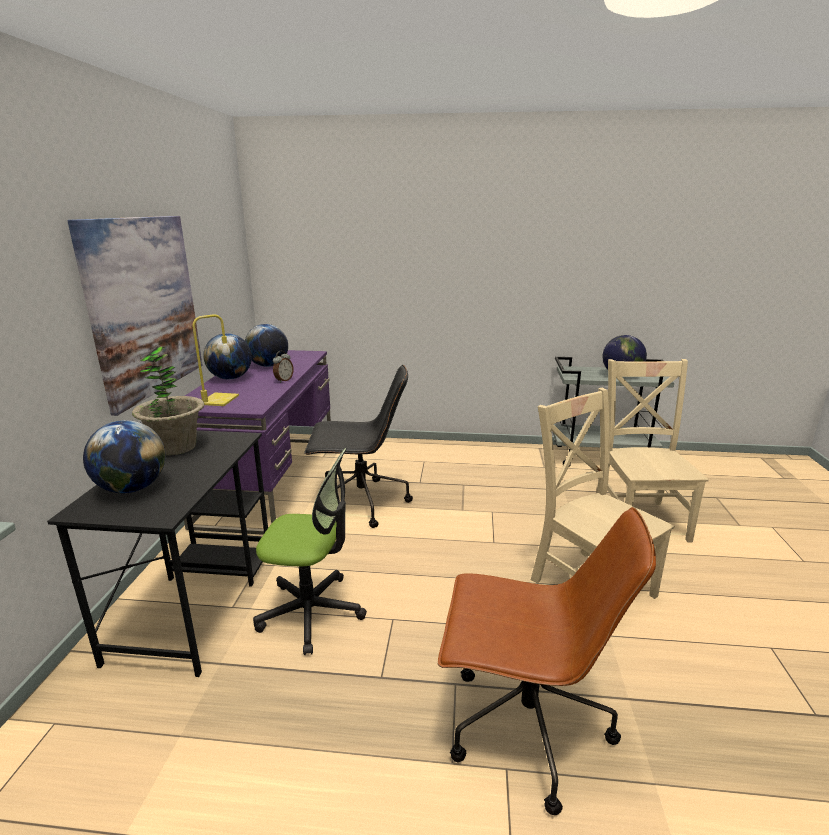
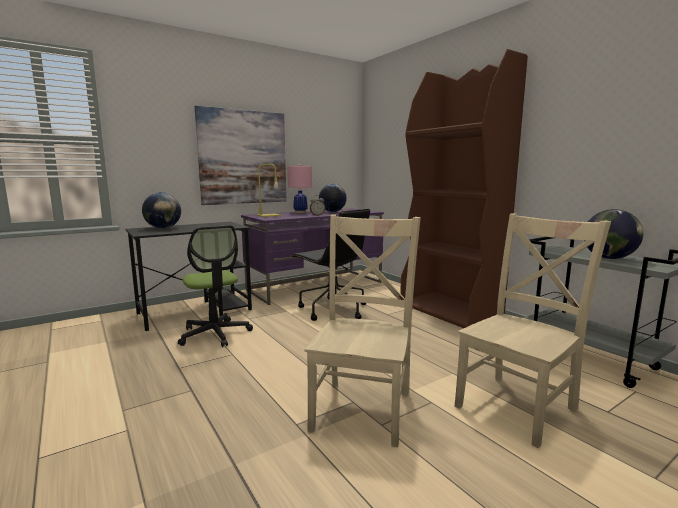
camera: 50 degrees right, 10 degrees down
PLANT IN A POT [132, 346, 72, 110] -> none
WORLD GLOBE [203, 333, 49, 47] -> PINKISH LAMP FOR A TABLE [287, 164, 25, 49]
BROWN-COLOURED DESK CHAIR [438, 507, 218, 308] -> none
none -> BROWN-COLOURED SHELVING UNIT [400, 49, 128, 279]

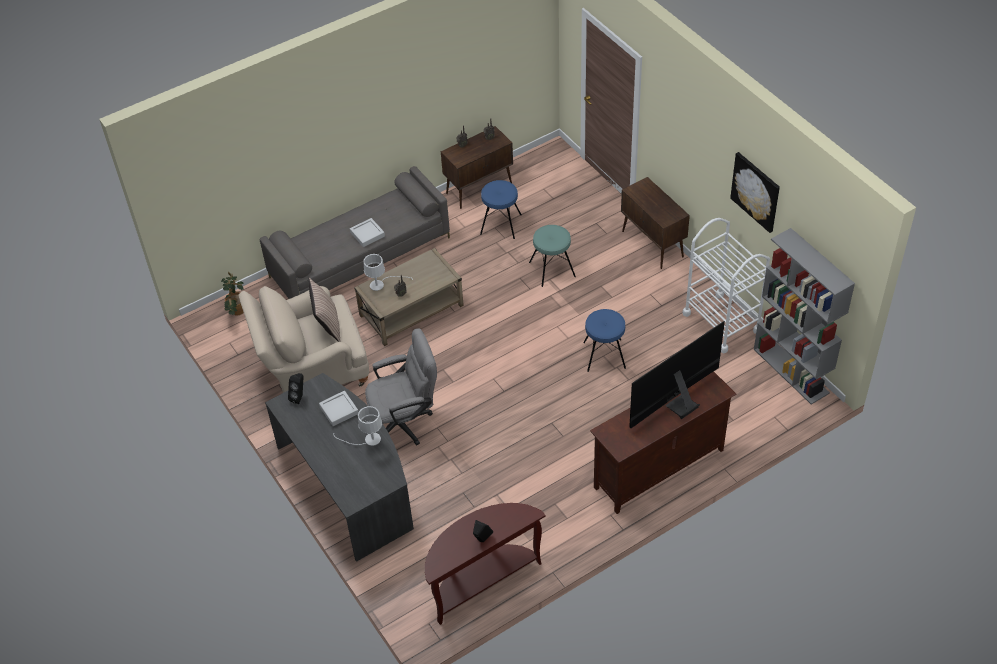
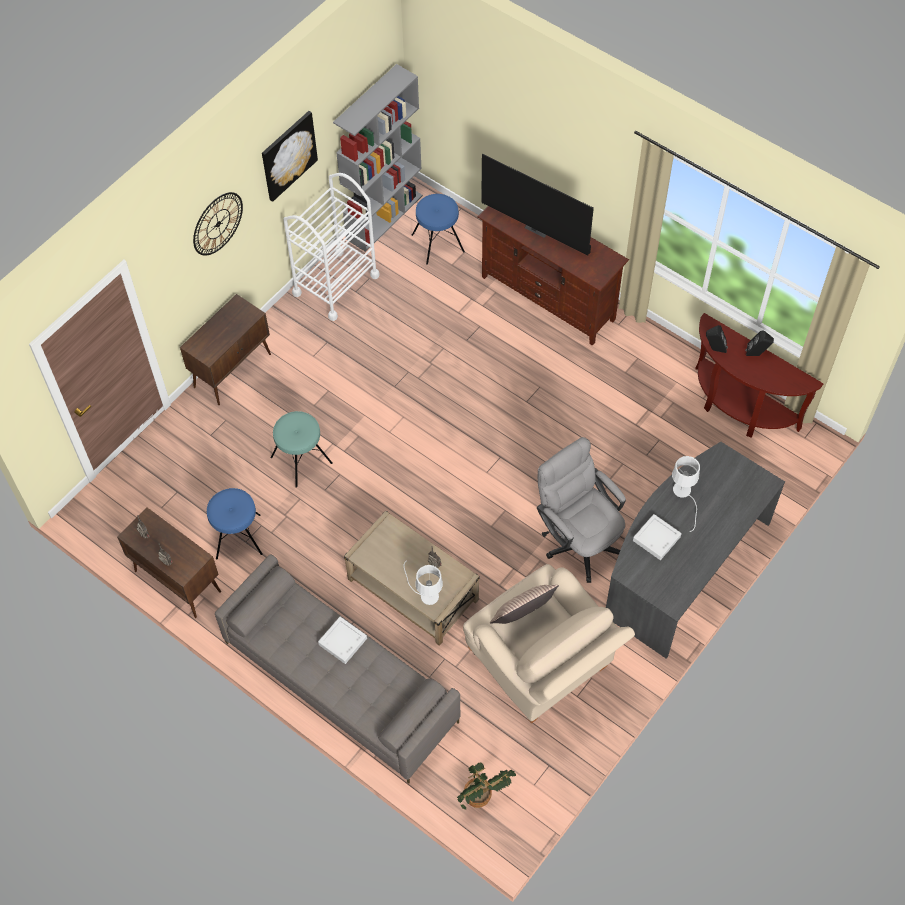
camera: 110 degrees left, 10 degrees up
BLACK SPEAKER [288, 373, 15, 31] -> BLACK SPEAKER [706, 325, 22, 28], move
BLUE STOOL SEAT [583, 309, 43, 63] -> BLUE STOOL SEAT [411, 194, 54, 71], move
none -> WALL CLOCK [193, 192, 50, 64]

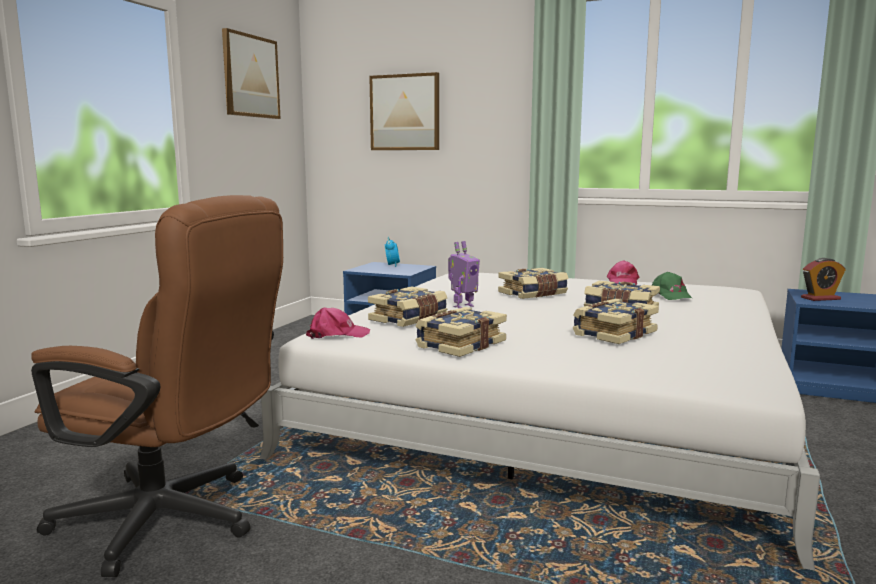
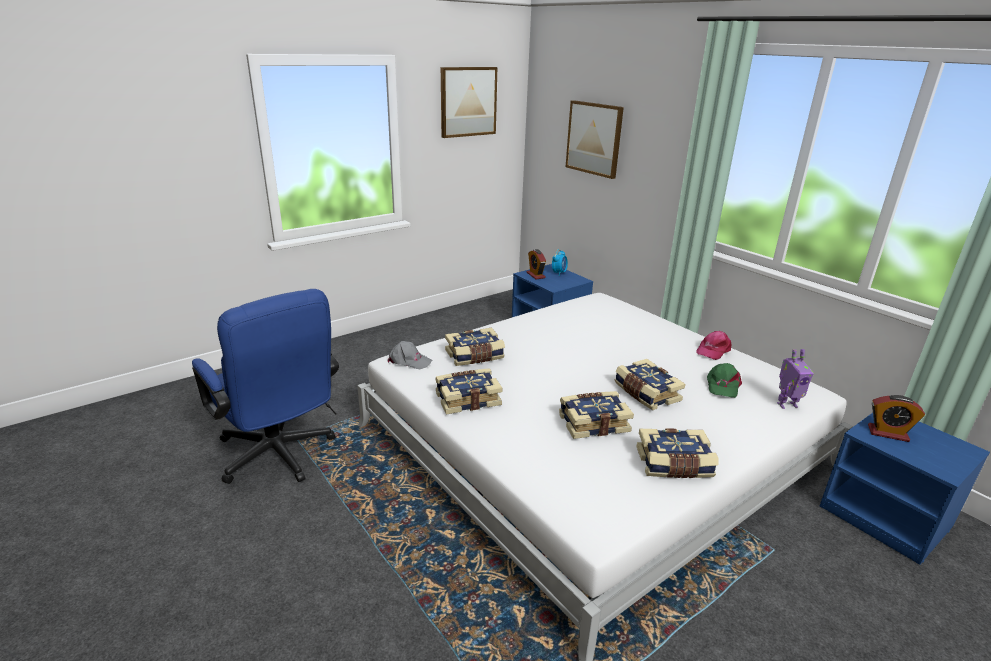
camera: 30 degrees right, 15 degrees up
BROWN-COLOURED DESK CHAIR [31, 195, 252, 382] -> BLUE DESK CHAIR [192, 289, 147, 195]
PINKISH PEAKED CAP [306, 307, 64, 32] -> GREY PEAKED CAP [387, 341, 45, 29]
MODEL ROBOT [448, 241, 32, 67] -> MODEL ROBOT [777, 349, 37, 60], move
BOOK [498, 268, 71, 31] -> BOOK [636, 428, 82, 50], move
none -> TABLE CLOCK [527, 249, 19, 30]

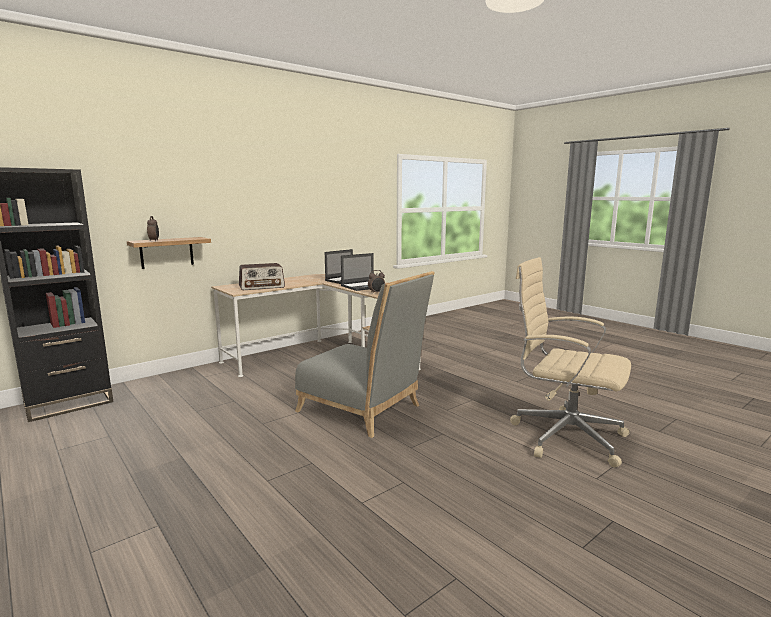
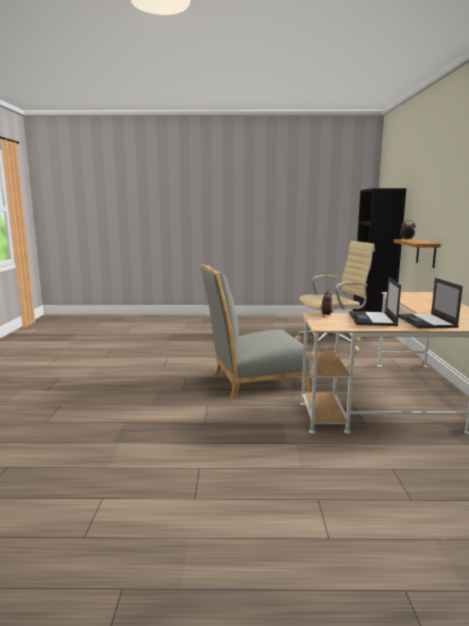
camera: 130 degrees right, 0 degrees up
RADIO RECEIVER [239, 263, 46, 27] -> none
BEIGE-COLOURED DESK CHAIR [510, 257, 121, 210] -> BEIGE-COLOURED DESK CHAIR [295, 241, 80, 111], move

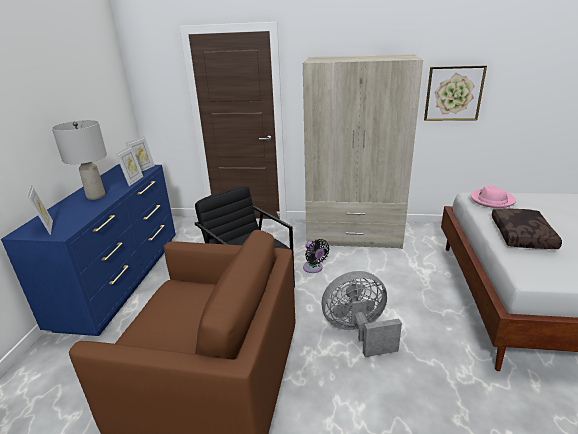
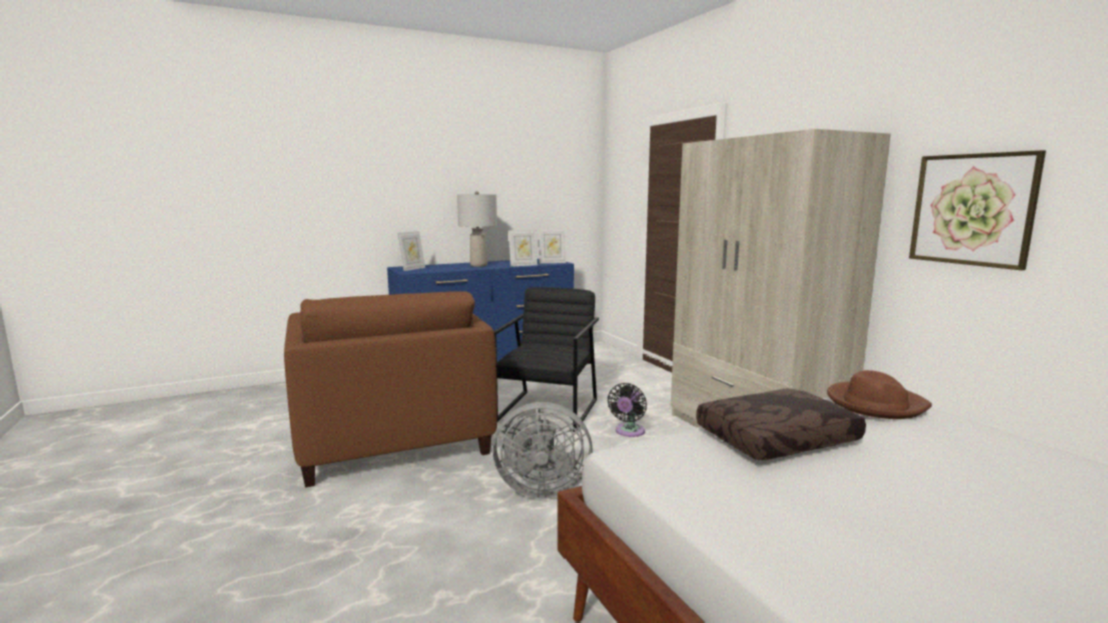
camera: 55 degrees right, 15 degrees down
GREY FAN [322, 271, 80, 86] -> GREY FAN [493, 402, 100, 97], 135 degrees clockwise
PINKISH HAT [471, 185, 45, 23] -> BROWN-COLOURED HAT [827, 370, 105, 49]

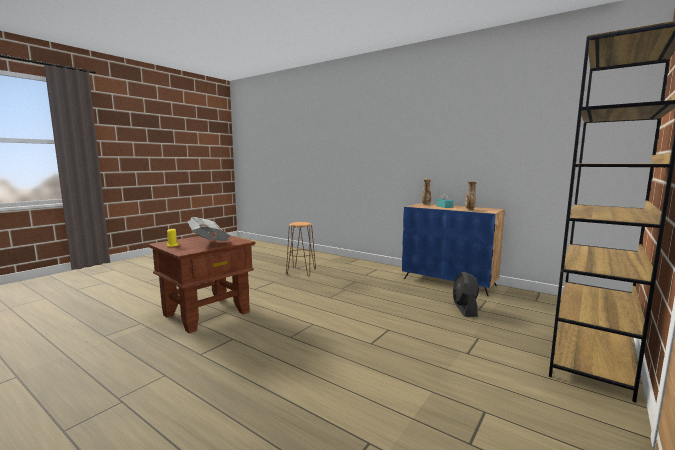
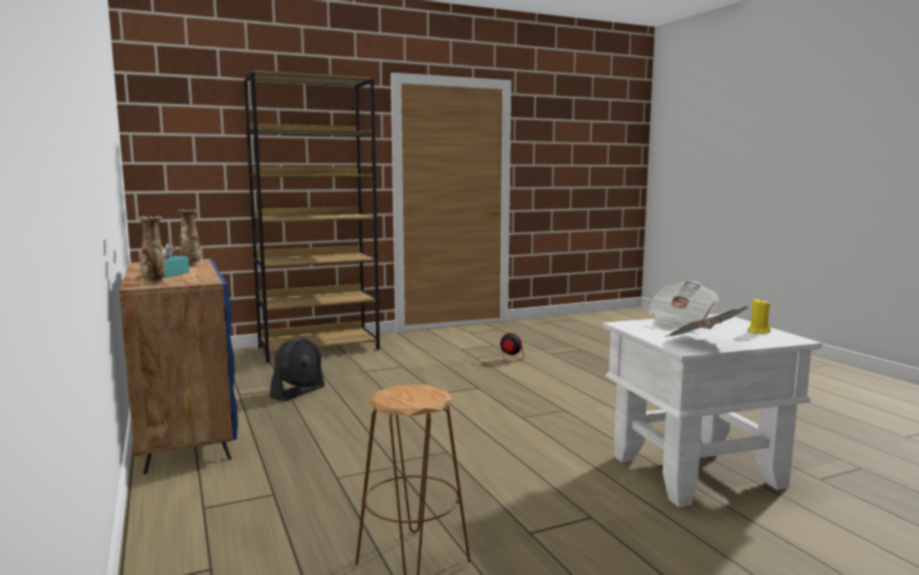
camera: 150 degrees left, 0 degrees up
BROWN-COLOURED ACCENT TABLE [148, 235, 108, 98] -> WHITE ACCENT TABLE [603, 314, 220, 193]
none -> FAN [475, 333, 49, 38]

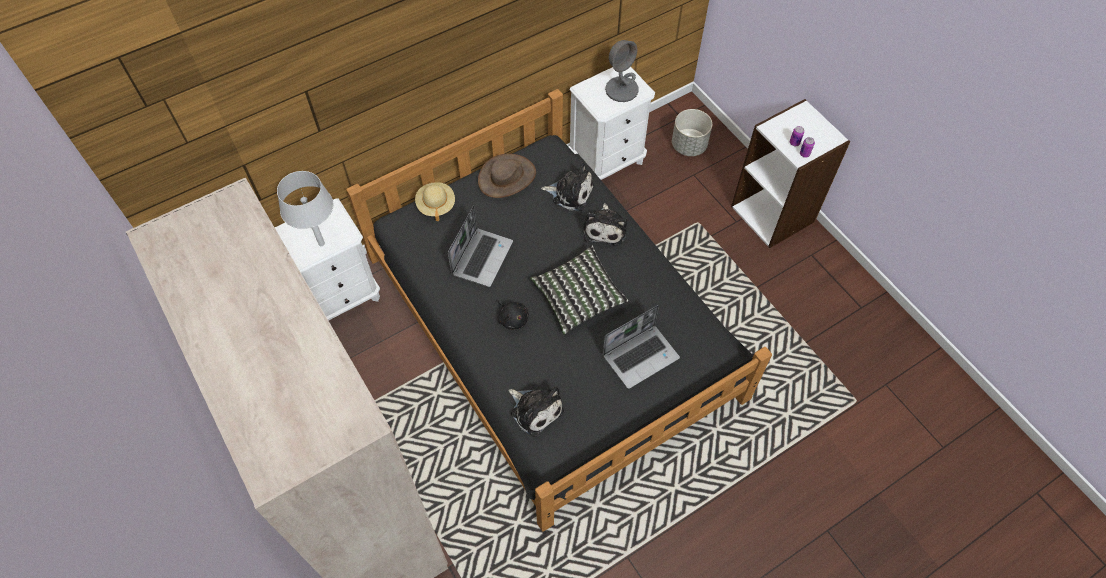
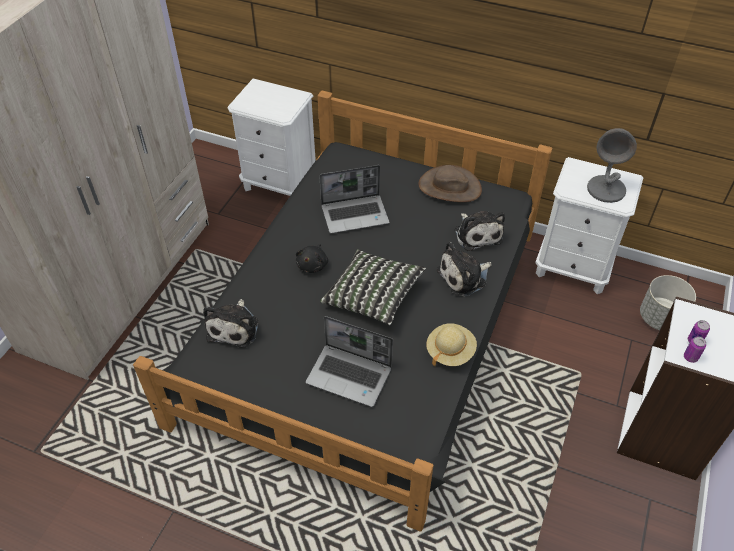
camera: 55 degrees right, 10 degrees down
GREY LAMP FOR A TABLE [277, 171, 56, 75] -> none
BEIGE-COLOURED HAT [415, 182, 40, 39] -> BEIGE-COLOURED HAT [426, 323, 51, 43], move

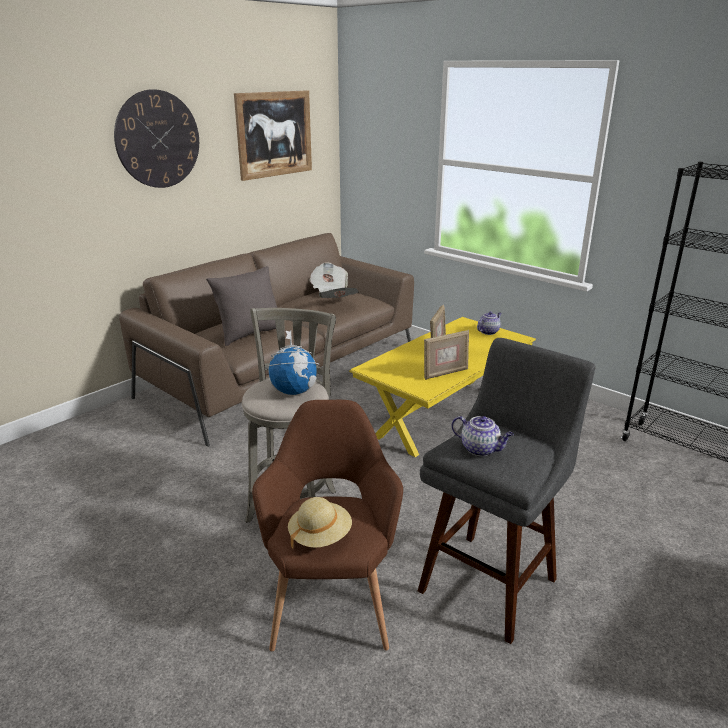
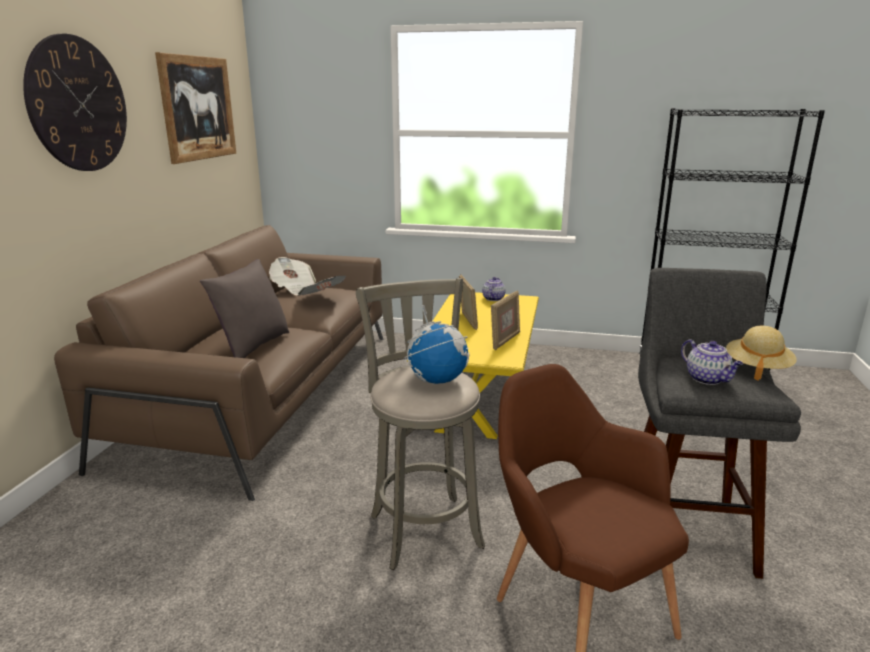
camera: 30 degrees left, 5 degrees down
BEIGE-COLOURED HAT [288, 497, 64, 52] -> BEIGE-COLOURED HAT [726, 326, 71, 55], move
POT FOR TEA [452, 416, 62, 40] -> POT FOR TEA [681, 339, 62, 46], 60 degrees clockwise

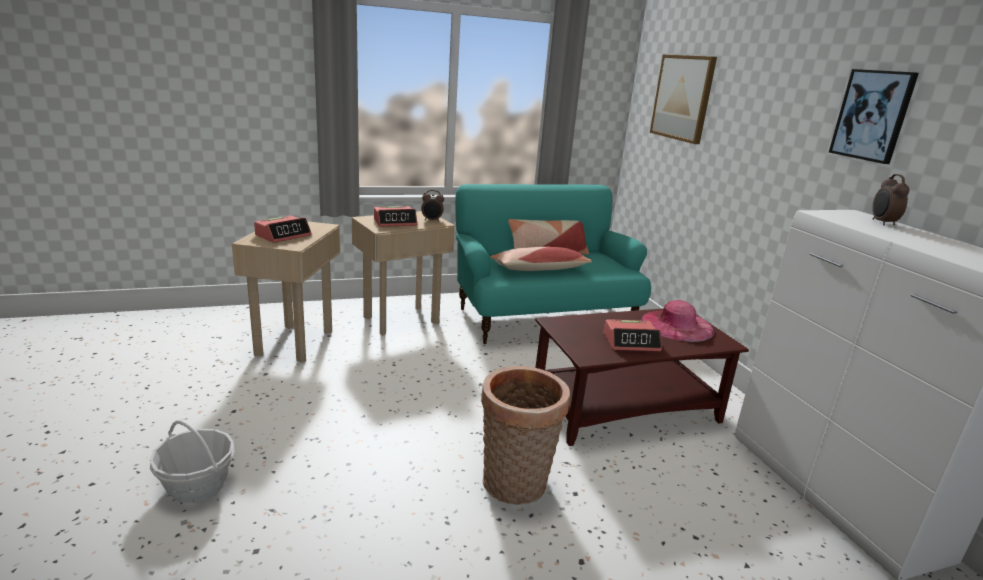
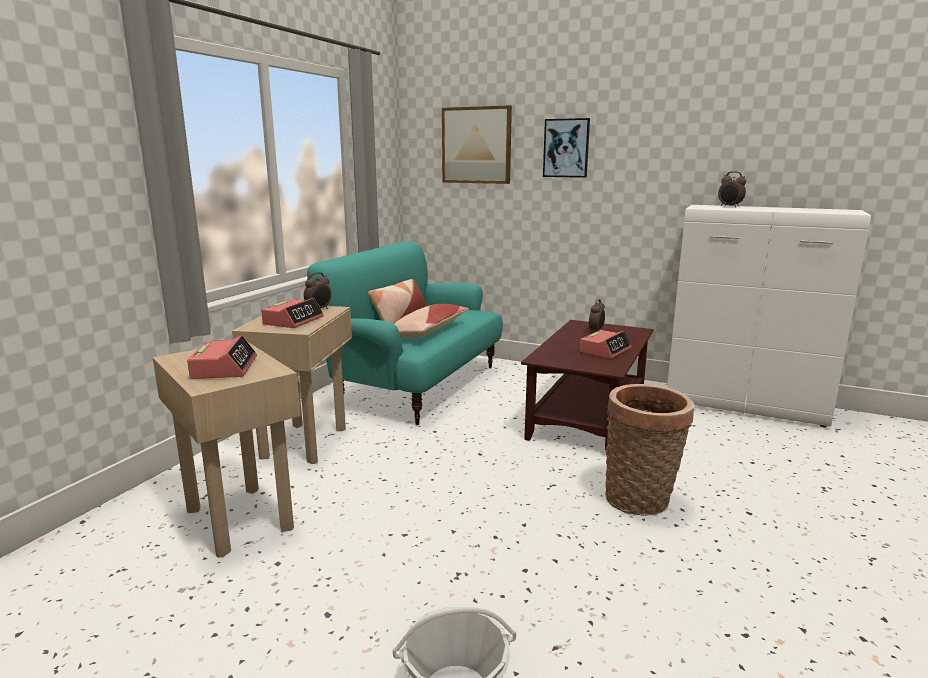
camera: 45 degrees left, 5 degrees down
PINKISH HAT [641, 300, 74, 42] -> TABLE CLOCK [589, 299, 16, 33]
PICTURE [829, 69, 90, 95] -> PICTURE [543, 118, 47, 60], move

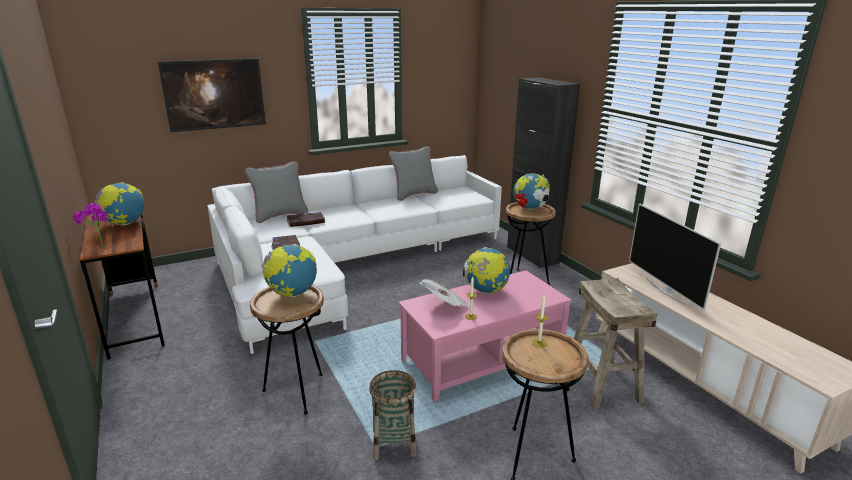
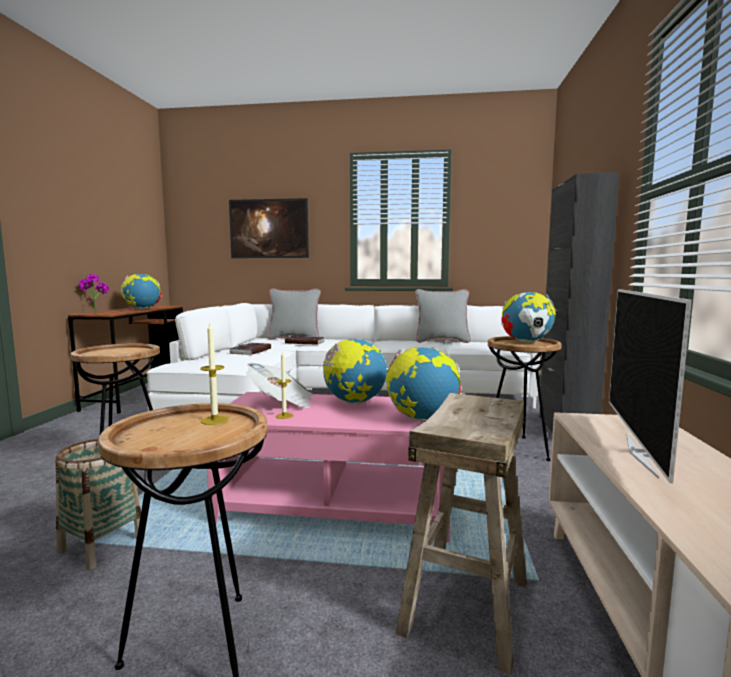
camera: 35 degrees right, 15 degrees down
WORLD GLOBE [262, 244, 55, 53] -> WORLD GLOBE [386, 347, 75, 74], move

